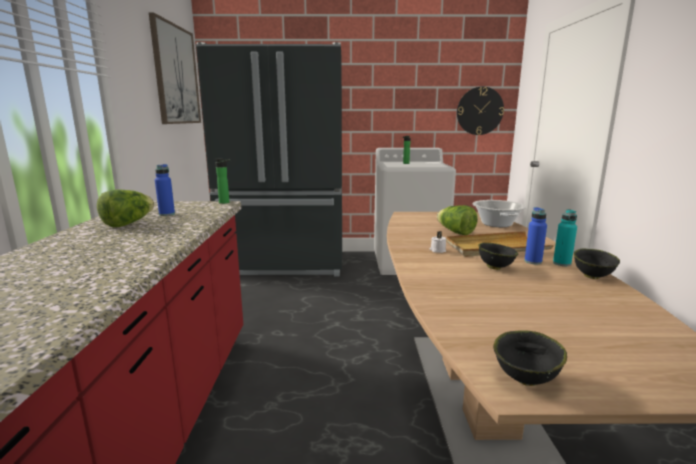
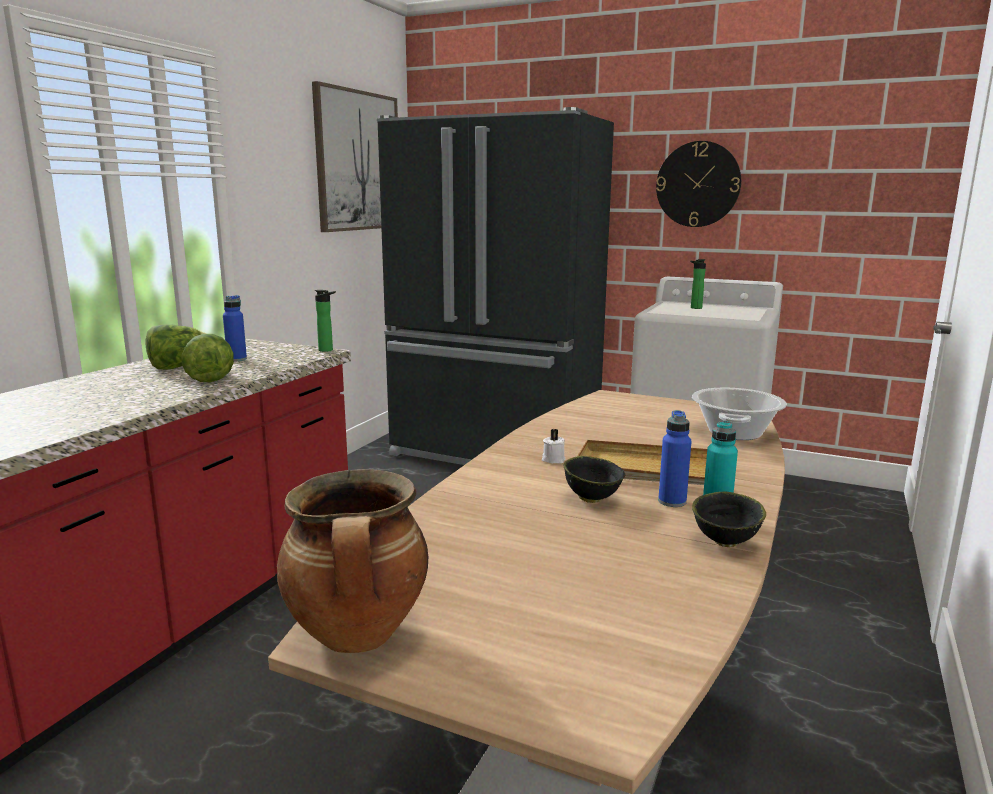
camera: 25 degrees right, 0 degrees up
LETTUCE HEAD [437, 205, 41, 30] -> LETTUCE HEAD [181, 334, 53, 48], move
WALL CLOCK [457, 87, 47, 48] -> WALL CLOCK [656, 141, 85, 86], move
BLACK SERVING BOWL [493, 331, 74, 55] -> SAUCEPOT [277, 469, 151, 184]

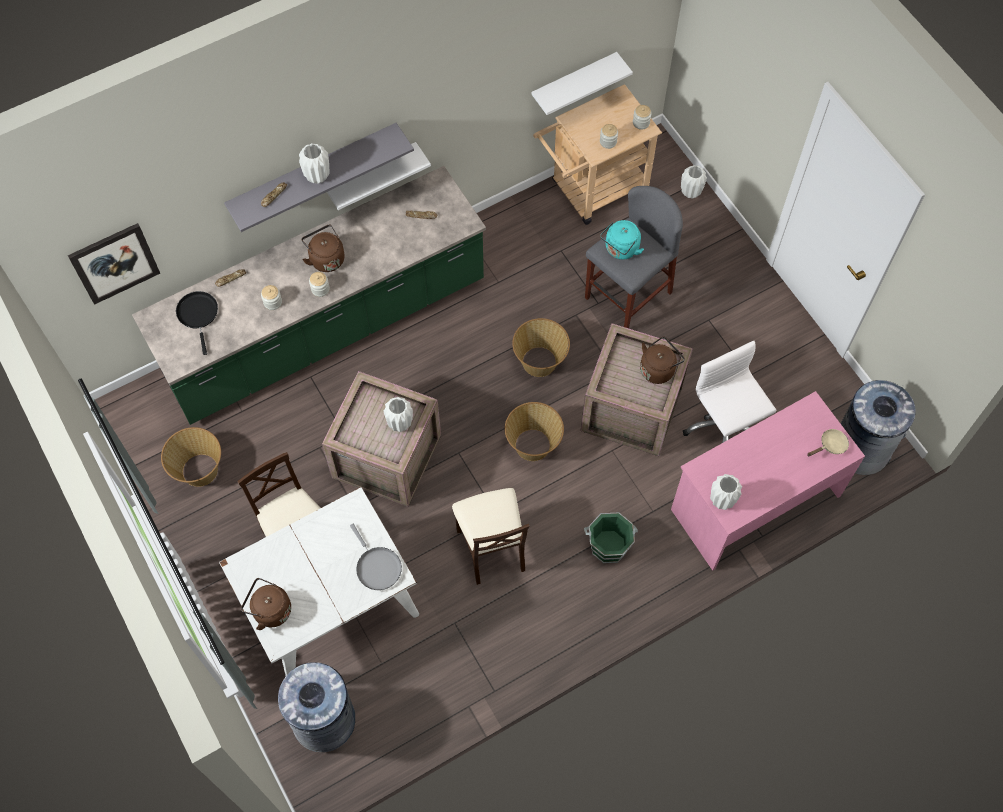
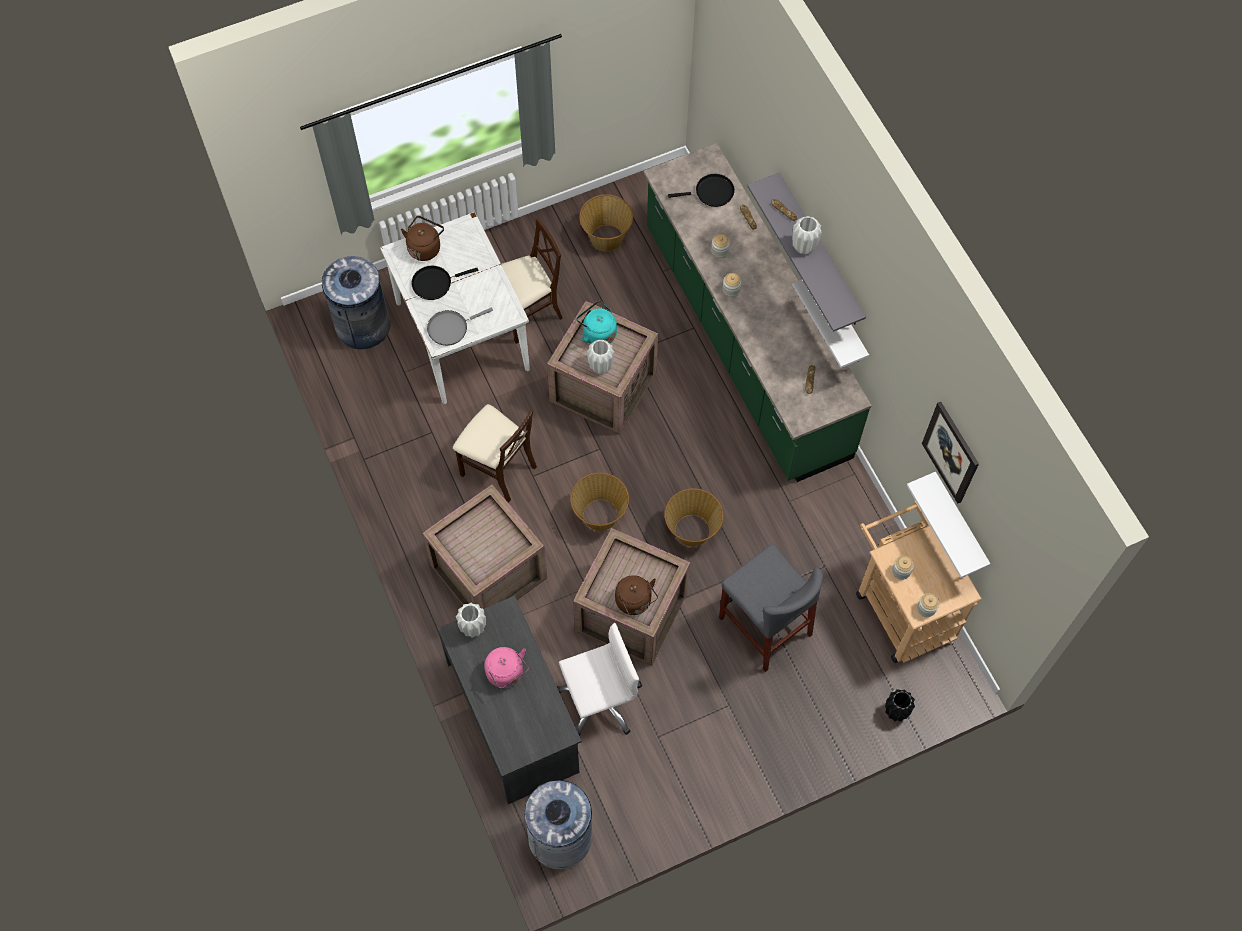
camera: 95 degrees right, 0 degrees up
PICTURE [68, 223, 92, 82] -> PICTURE [922, 402, 57, 102], move
BROWN-COLOURED KETTLE [301, 225, 44, 47] -> none
BEIGE-COLOURED PLAIN CHAIR [452, 488, 78, 97] -> BEIGE-COLOURED PLAIN CHAIR [453, 404, 84, 98], 135 degrees counterclockwise
GREEN PAIL [584, 512, 54, 51] -> PACKING CRATE [422, 484, 125, 125]
TURQUOISE KETTLE [600, 220, 44, 39] -> TURQUOISE KETTLE [577, 301, 40, 43], move
PINKISH DESK TABLE [671, 391, 194, 180] -> GREY DESK TABLE [438, 596, 144, 208]
WHITE VASE [681, 165, 26, 33] -> BLACK VASE [885, 689, 30, 33]
BEIGE-COLOURED FRYING PAN [807, 429, 42, 27] -> none
none -> BLACK FRYING PAN [411, 266, 67, 34]
none -> PINKISH KETTLE [484, 647, 45, 42]

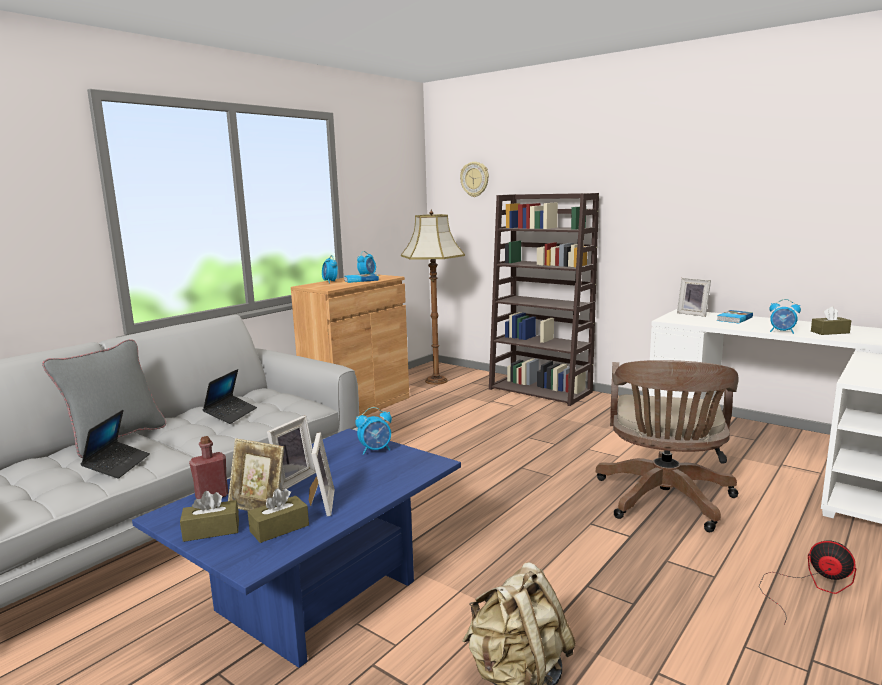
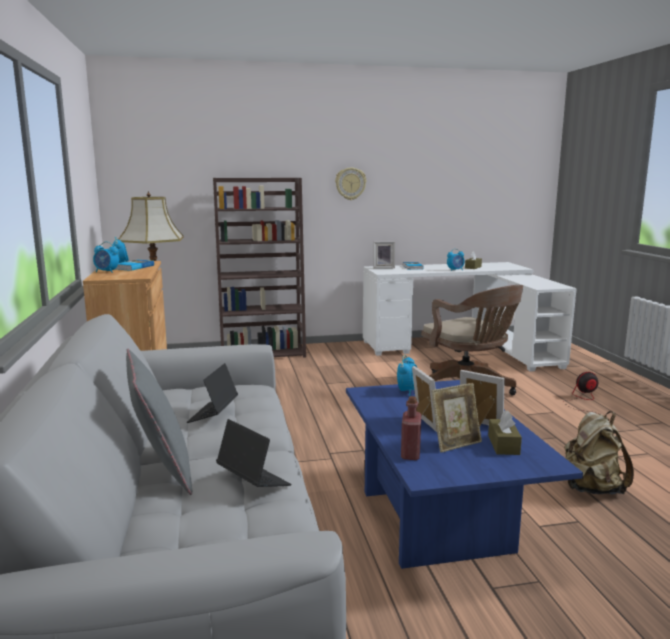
camera: 50 degrees left, 0 degrees up
BROWN-COLOURED TISSUE HOLDER [180, 491, 59, 51] -> none
NOTEBOOK COMPUTER [202, 369, 55, 55] -> NOTEBOOK COMPUTER [187, 363, 51, 60], 135 degrees counterclockwise
WALL CLOCK [460, 162, 29, 35] -> WALL CLOCK [335, 168, 31, 32], move

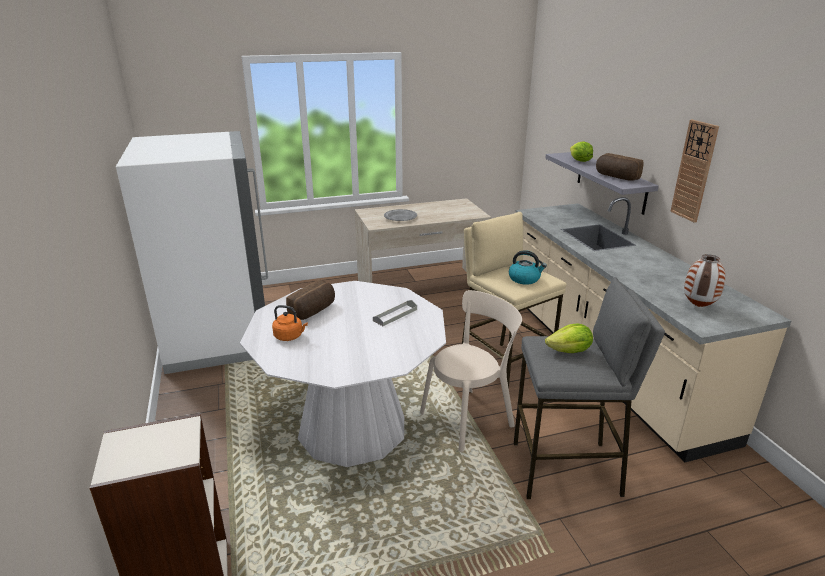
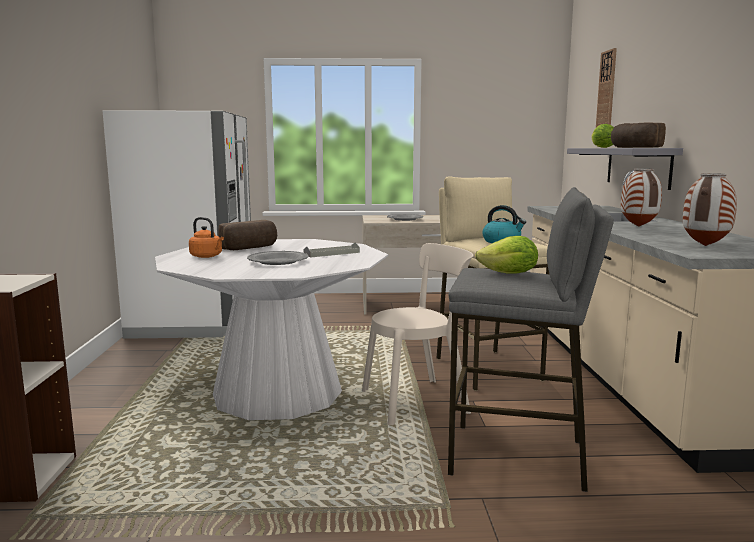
camera: 15 degrees right, 15 degrees down
WALL CLOCK [670, 120, 49, 103] -> WALL CLOCK [596, 48, 21, 79], move
none -> GREY FLAT DISH [247, 251, 62, 14]
none -> VASE [621, 168, 41, 59]

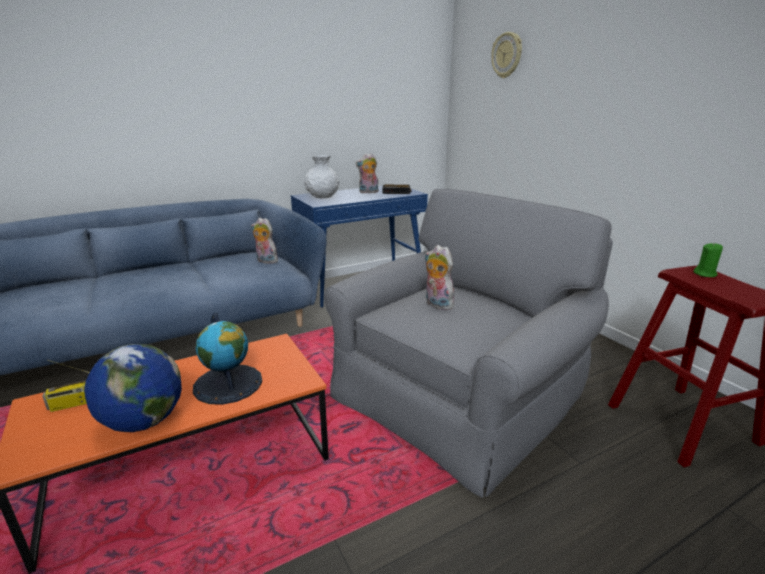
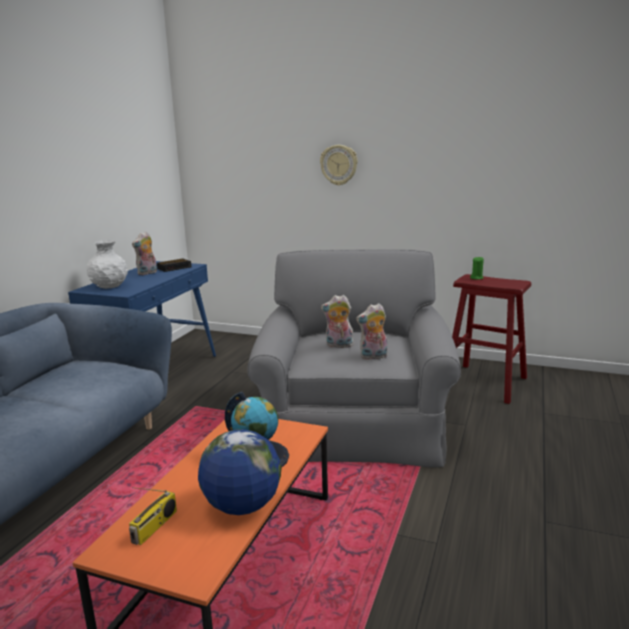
camera: 40 degrees left, 5 degrees down
PLUSH TOY [251, 218, 27, 46] -> PLUSH TOY [356, 303, 31, 57], move
WALL CLOCK [491, 32, 31, 46] -> WALL CLOCK [320, 145, 38, 41], move

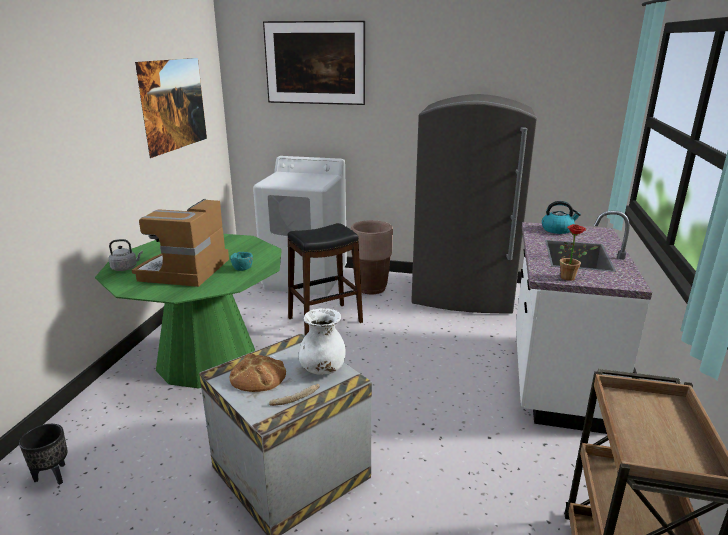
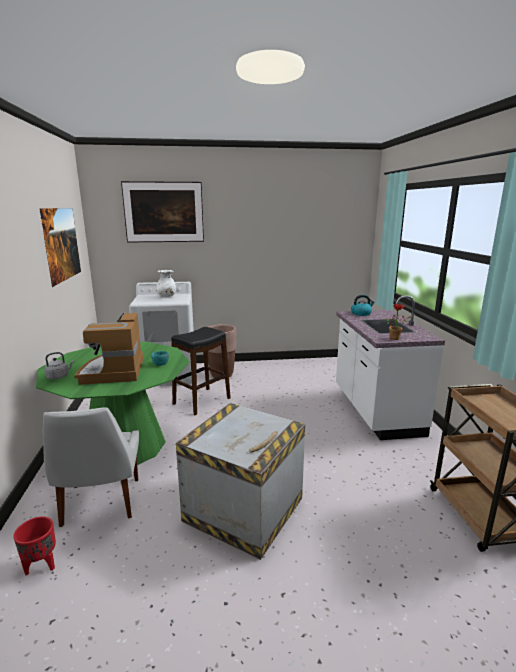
camera: 20 degrees left, 5 degrees down
BLACK PLANTER [19, 424, 49, 61] -> REDDISH PLANTER [13, 516, 43, 59]
BAKED BREAD [230, 353, 56, 39] -> none
WHITE VASE [299, 308, 47, 67] -> WHITE VASE [156, 270, 20, 27], move
GREY REFRIGERATOR [411, 94, 126, 220] -> none
none -> WHITE PLAIN CHAIR [43, 407, 96, 120]

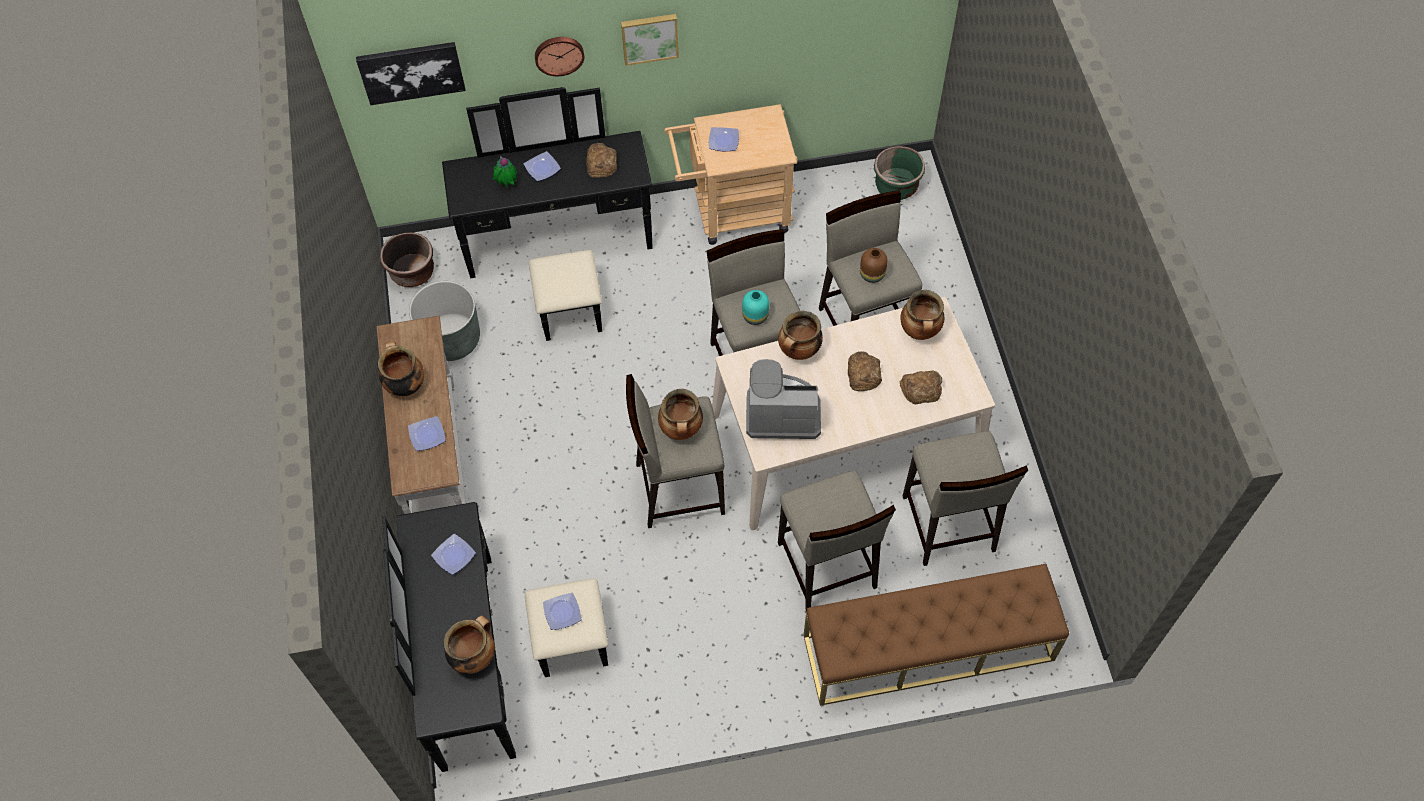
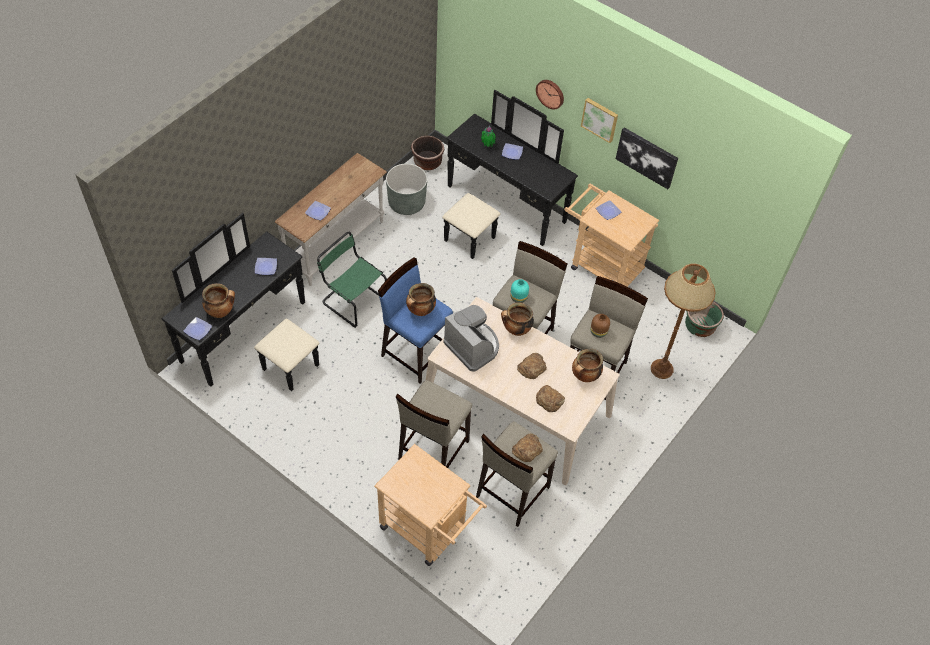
camera: 45 degrees right, 5 degrees down
PICTURE [356, 42, 110, 63] -> PICTURE [616, 127, 62, 62], move
SAUCEPOT [378, 341, 46, 55] -> none
FLAT DISH [543, 593, 38, 37] -> FLAT DISH [183, 317, 29, 23], move
BAKED BREAD [586, 143, 31, 35] -> BAKED BREAD [512, 434, 31, 28], move
BEIGE-COLOURED STOOL SEAT [626, 374, 99, 154] -> BLUE STOOL SEAT [378, 257, 75, 127]
BROWN-COLOURED INDOOR BENCH [804, 564, 265, 142] -> BEIGE-COLOURED TROLLEY [374, 444, 113, 122]
none -> GREEN PLAIN CHAIR [317, 232, 70, 96]
none -> BROWN-COLOURED STANDARD LAMP [651, 263, 65, 116]

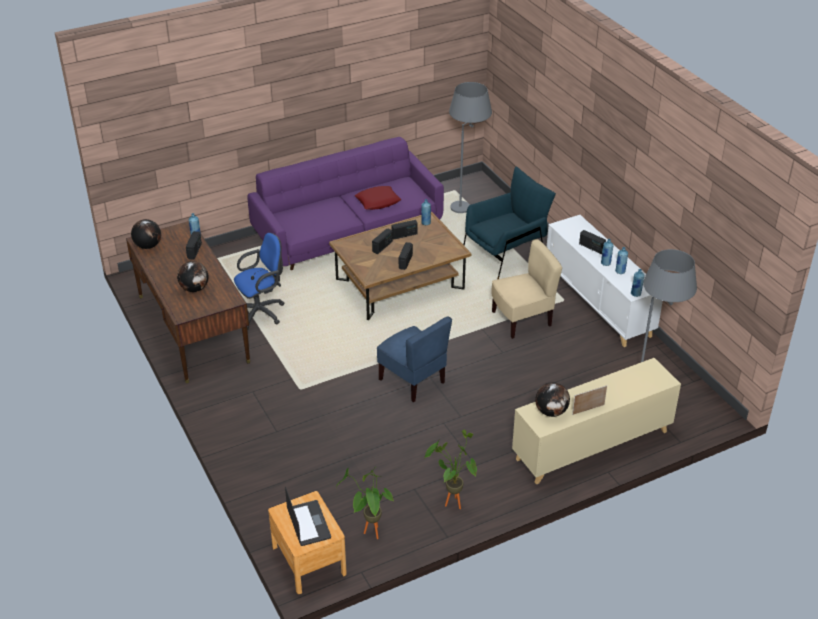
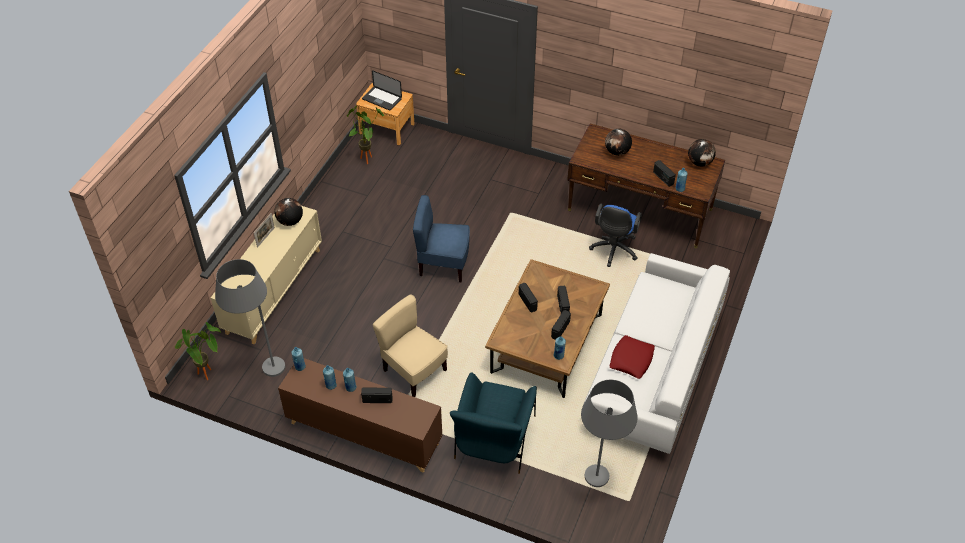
camera: 140 degrees right, 10 degrees up
PURPLISH COUCH [247, 137, 197, 133] -> WHITE COUCH [584, 253, 146, 201]
PLANT IN A POT [424, 430, 53, 79] -> PLANT IN A POT [175, 322, 46, 58], move
BEIGE-COLOURED PLAIN CHAIR [492, 239, 70, 100] -> BEIGE-COLOURED PLAIN CHAIR [373, 294, 75, 103], 105 degrees clockwise
WHITE CUPBOARD [547, 215, 116, 132] -> BROWN-COLOURED CUPBOARD [278, 358, 164, 115]

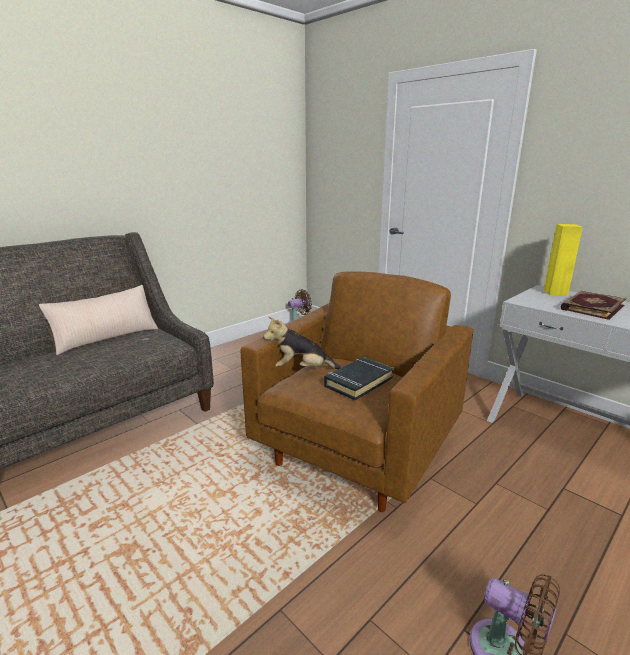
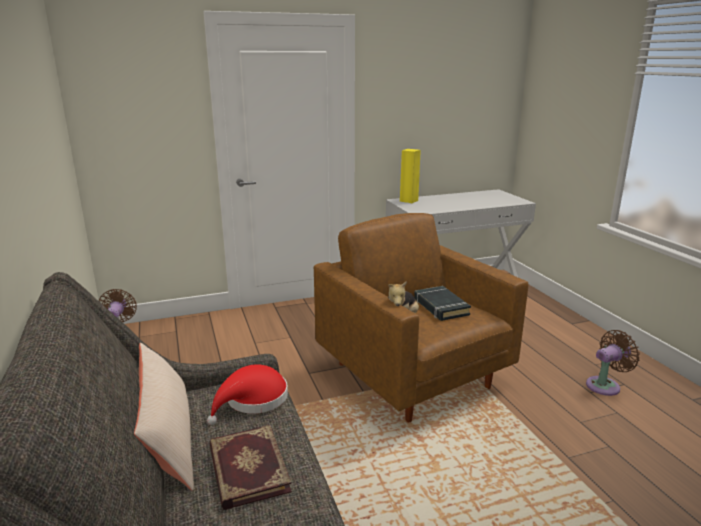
camera: 65 degrees left, 0 degrees up
BOOK [561, 291, 65, 29] -> BOOK [210, 425, 82, 85], move
none -> REDDISH HAT [207, 364, 81, 61]

